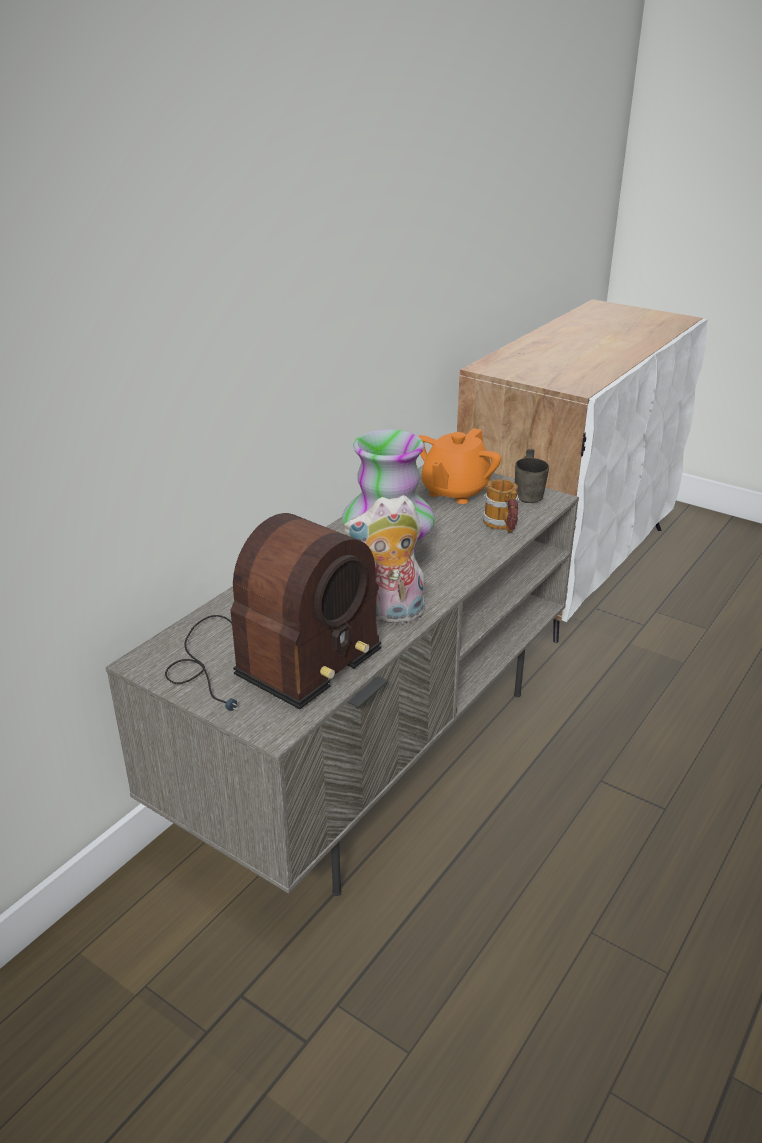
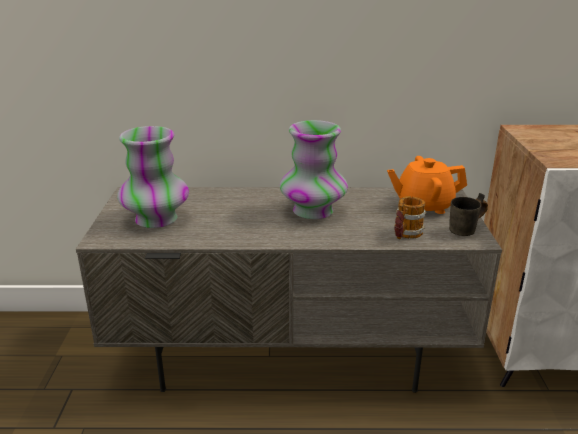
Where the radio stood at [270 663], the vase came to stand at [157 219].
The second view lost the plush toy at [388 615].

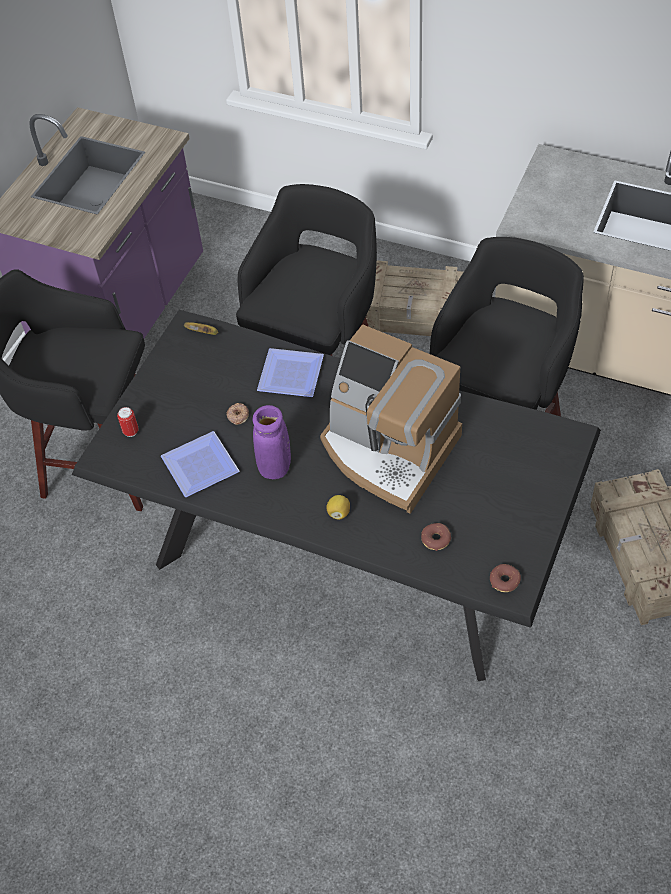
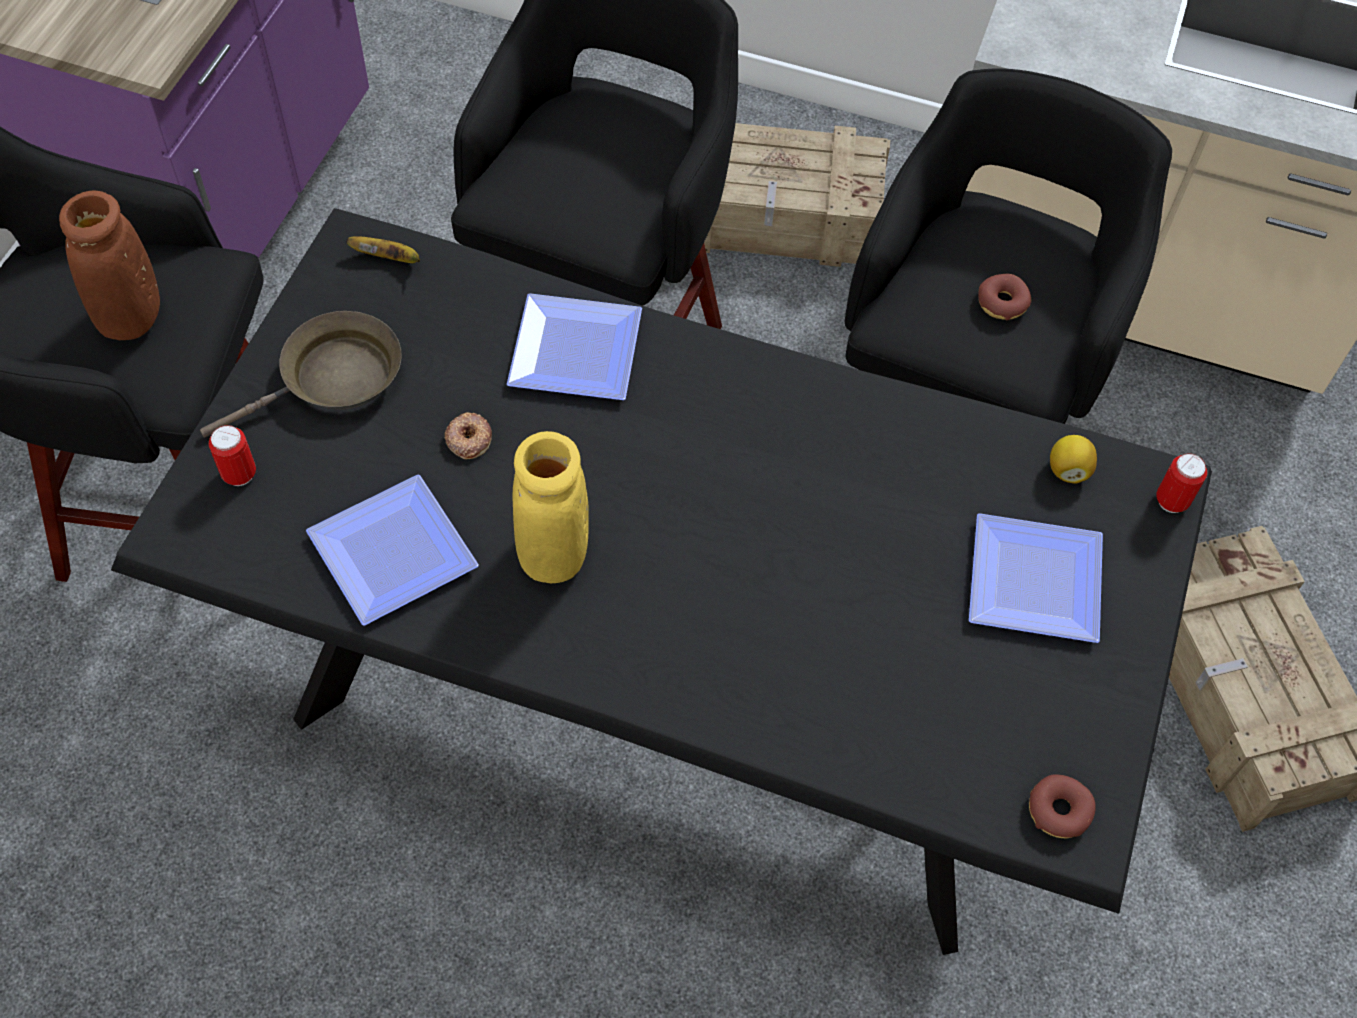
The second view gained the brown vase at [130 317].
The second view gained the brown frying pan at [333 379].
What was the purple vase at [274 466] turned into the yellow vase at [553 553].
The second view gained the plate at [1030 577].
The donut ended up elsewhere, having gone from [436 539] to [1002 303].
The lemon ended up elsewhere, having gone from [338 513] to [1068 470].
The second view gained the can at [1171 501].
The second view lost the coffee machine at [388 450].

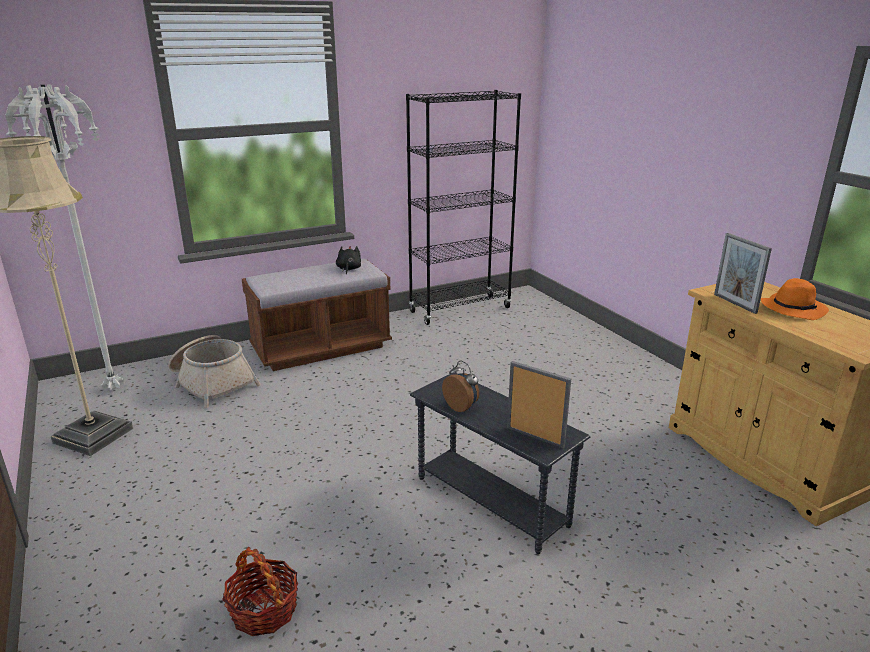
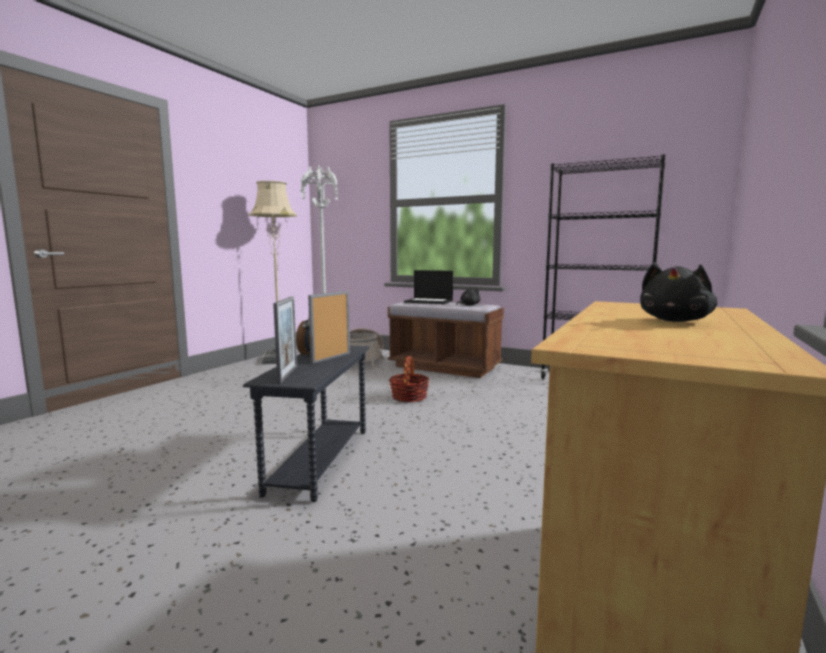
The picture frame ended up elsewhere, having gone from [734 303] to [331 358].
The basket ended up elsewhere, having gone from [264 611] to [409 397].
The second view gained the laptop at [429 301].
Where the orange hat stood at [793 309], the black plush toy came to stand at [675 321].

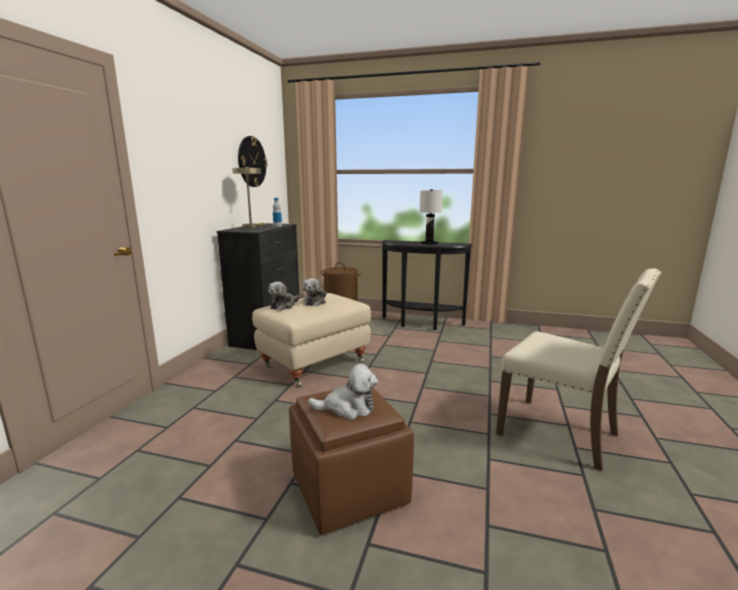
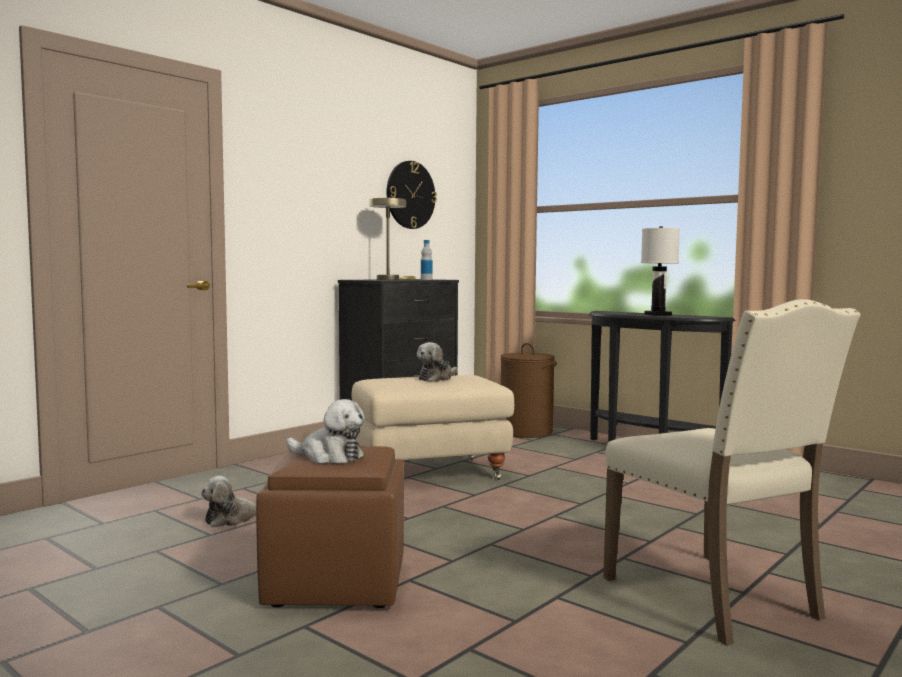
The plush toy ended up elsewhere, having gone from [284 306] to [232 519].

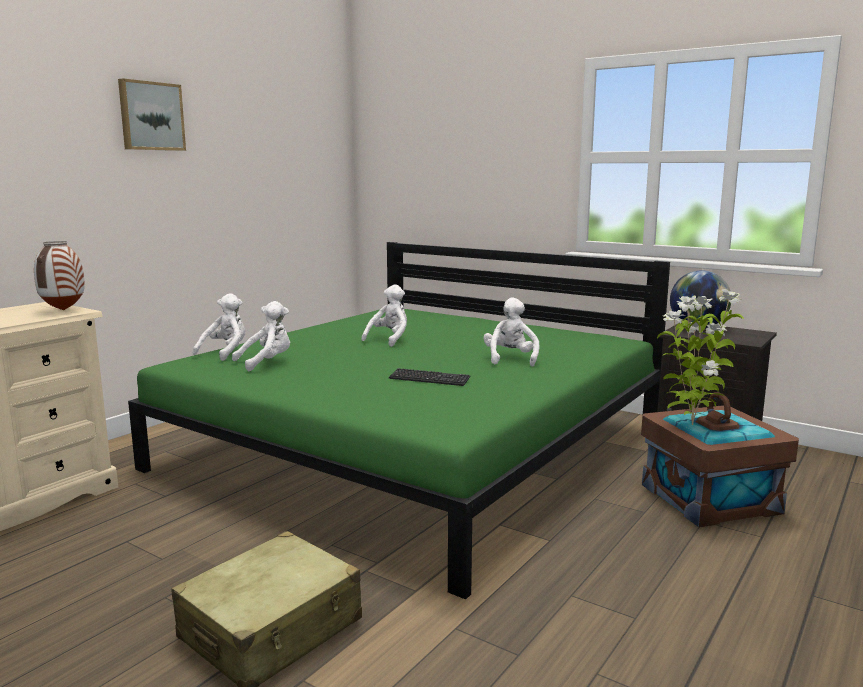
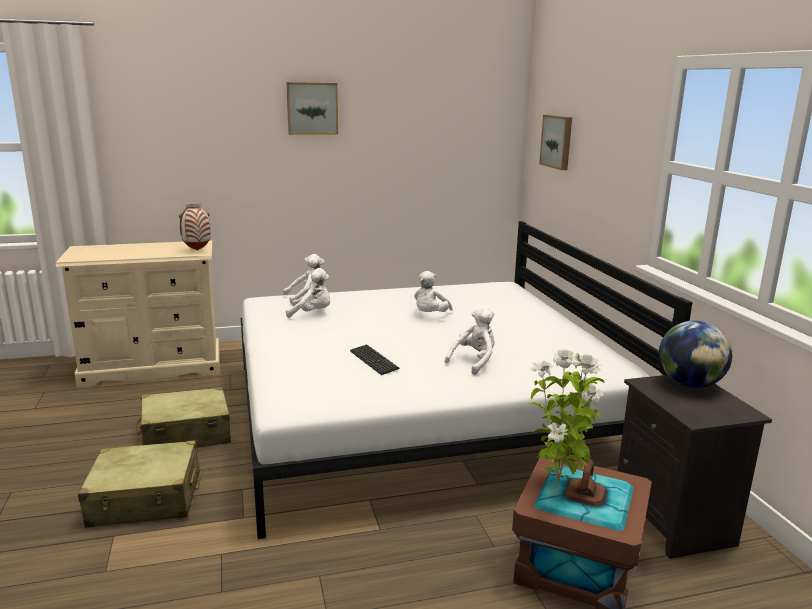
The second view gained the beige suitcase at [186 434].
What was the green bed at [416 447] turned into the white bed at [422 413].
The white plush toy at [389 339] ended up facing another way, 135 degrees clockwise from before.
The second view gained the picture at [557 141].

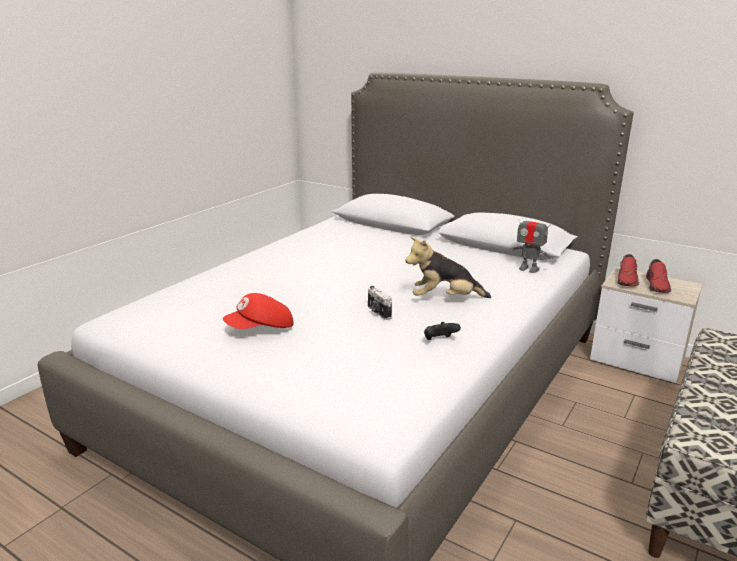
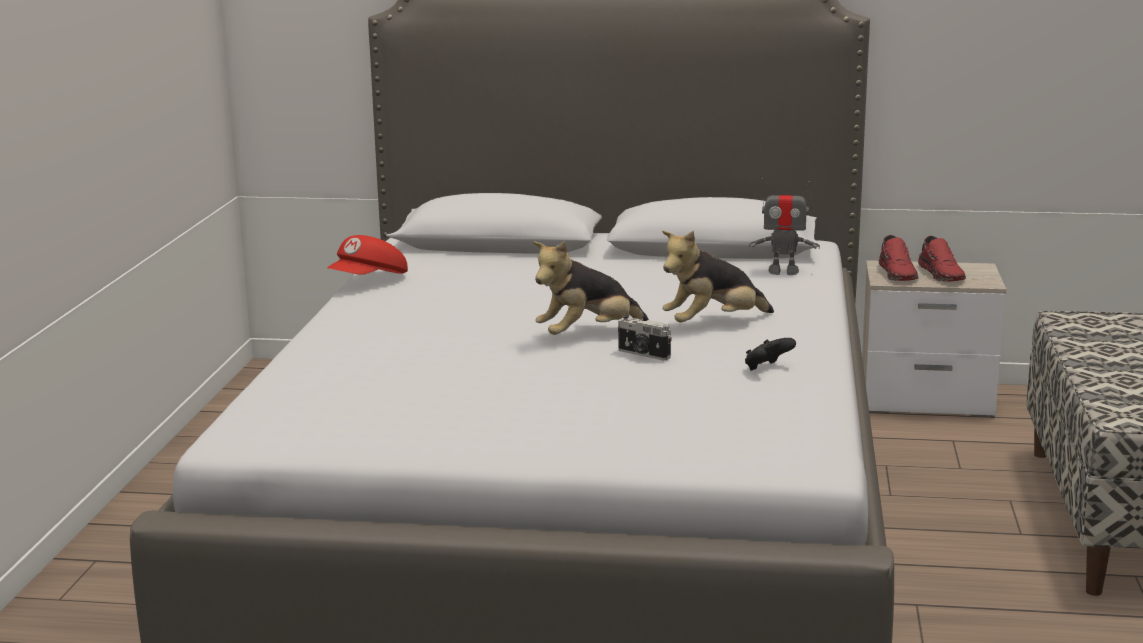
The red cap ended up elsewhere, having gone from [261 329] to [369 281].
The second view gained the plush toy at [588 335].

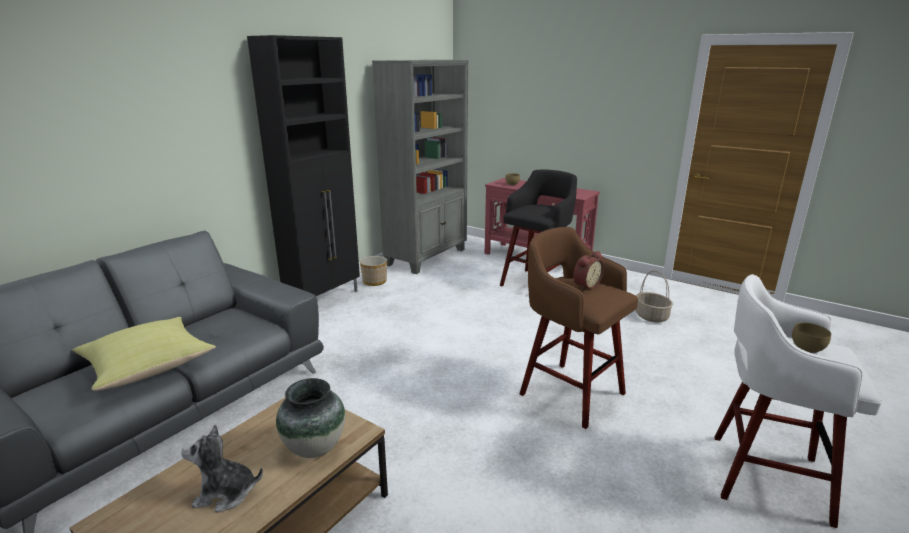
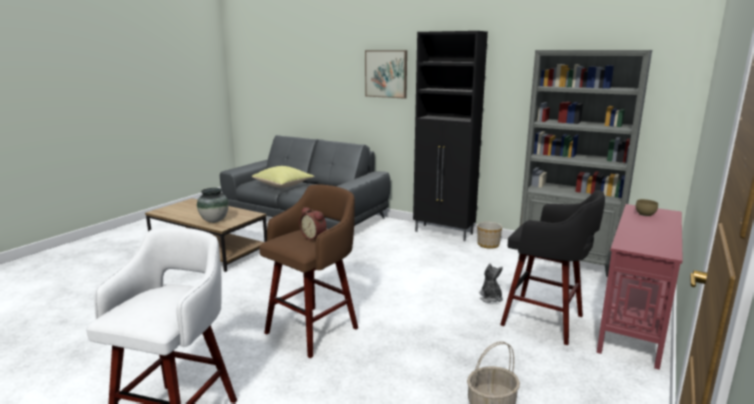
The second view gained the picture at [386 74].
The plush toy ended up elsewhere, having gone from [225 494] to [490 298].
The second view lost the brown bowl at [805 348].

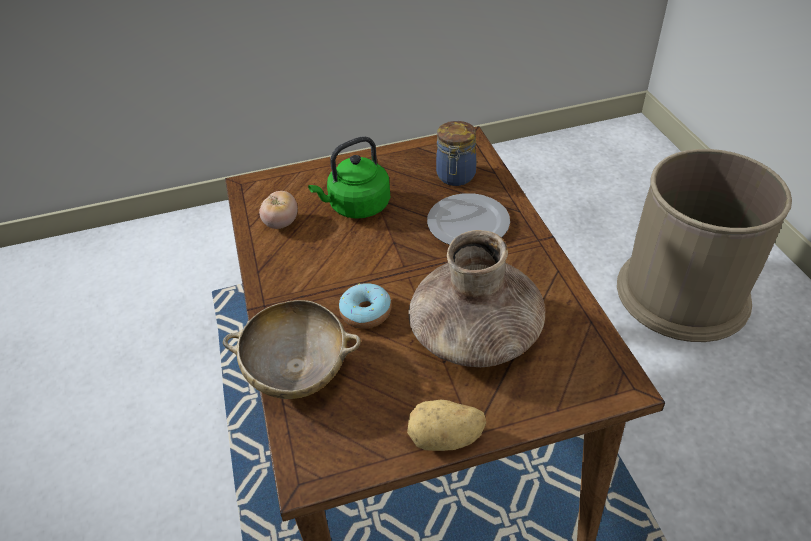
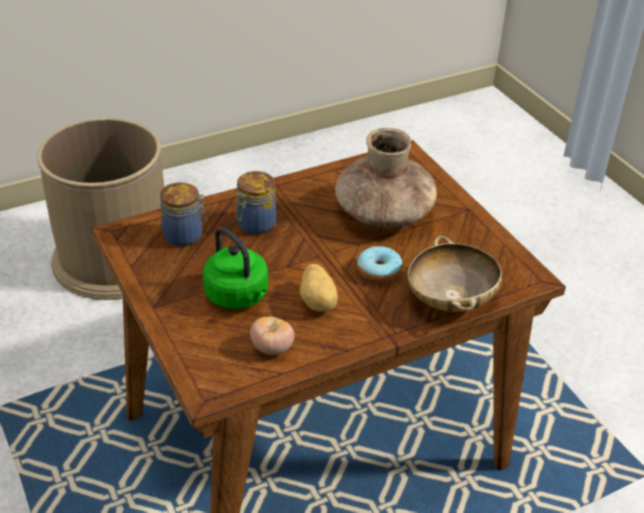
Where the plate stood at [466 223], the jar came to stand at [255 225].
The potato ended up elsewhere, having gone from [445 439] to [318 301].

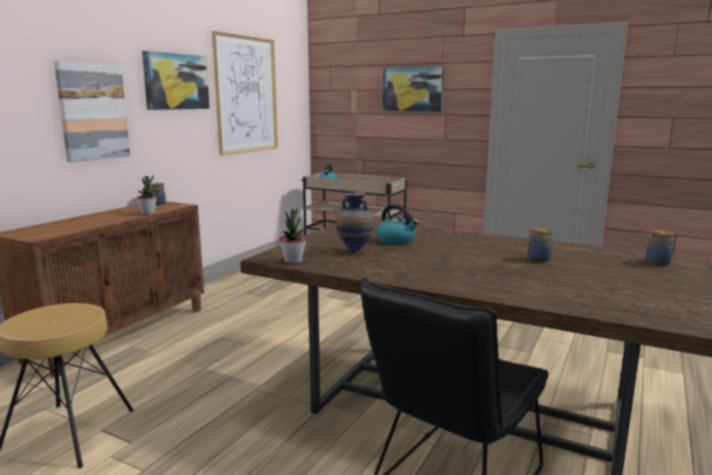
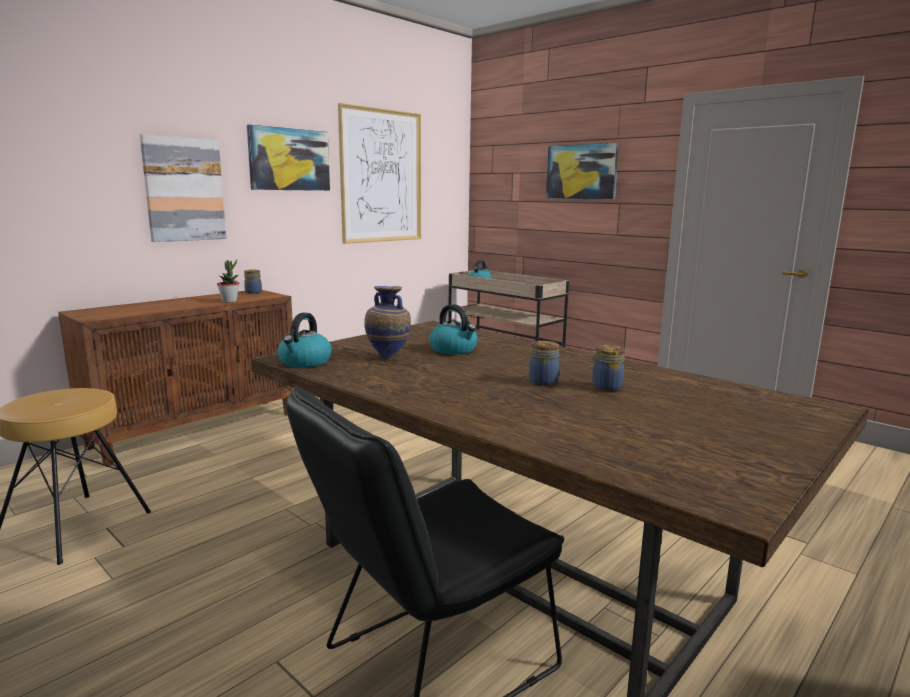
Where the potted plant stood at [293 261], the kettle came to stand at [305 362].
The jar ended up elsewhere, having gone from [657 262] to [544 382].

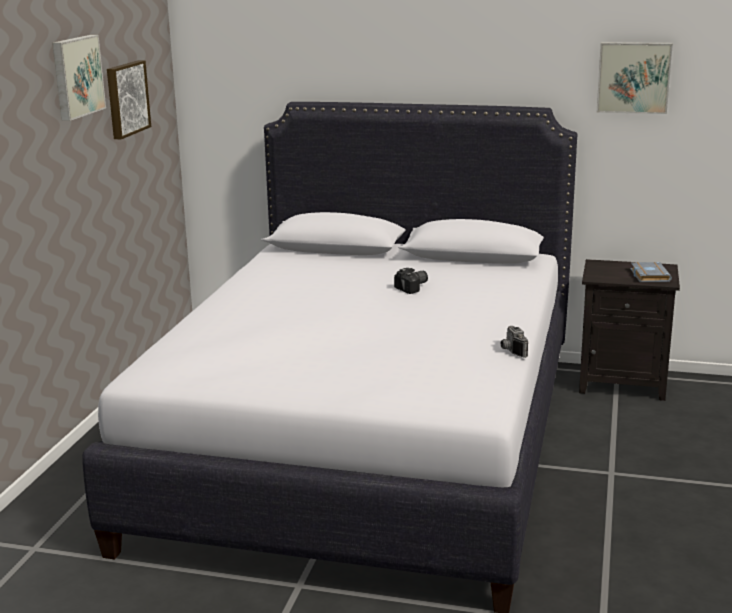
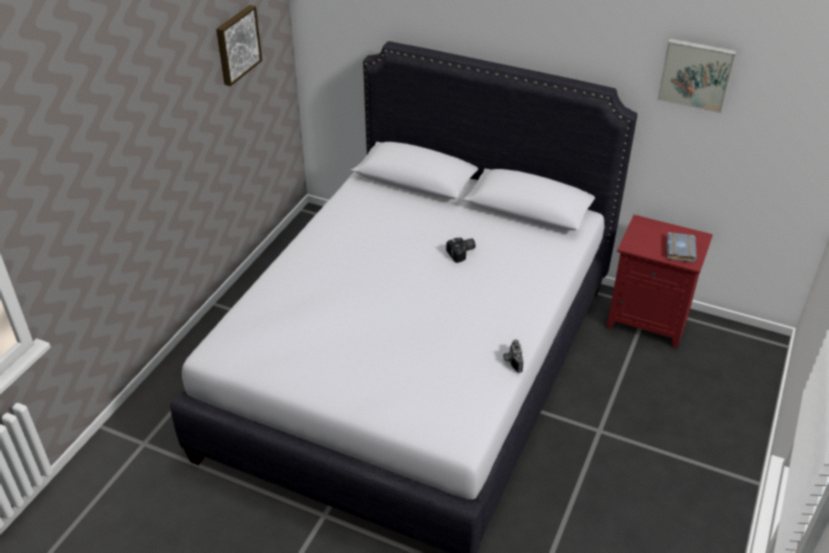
What was the black nightstand at [623 382] turned into the red nightstand at [649 320].
The second view lost the picture at [76 76].

